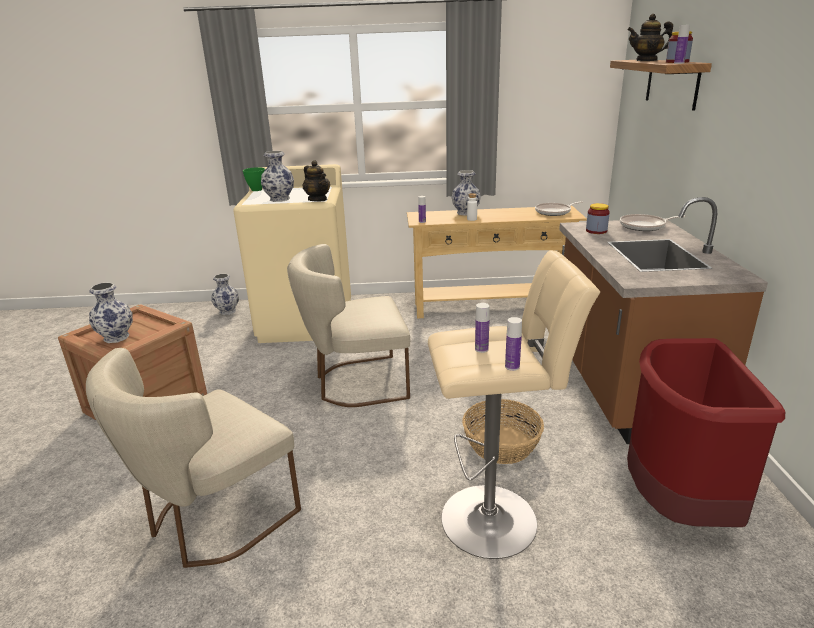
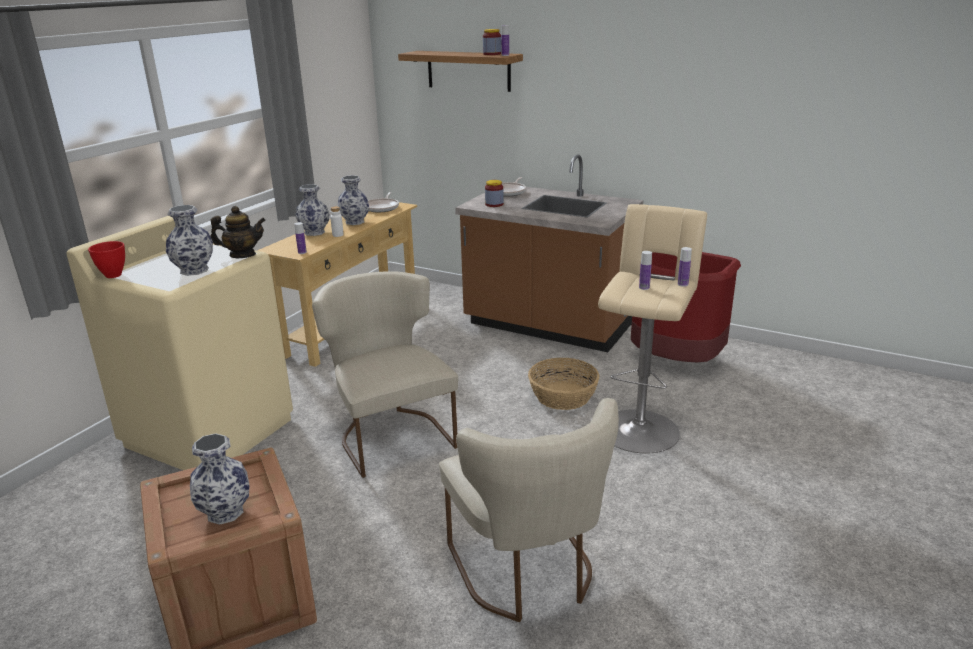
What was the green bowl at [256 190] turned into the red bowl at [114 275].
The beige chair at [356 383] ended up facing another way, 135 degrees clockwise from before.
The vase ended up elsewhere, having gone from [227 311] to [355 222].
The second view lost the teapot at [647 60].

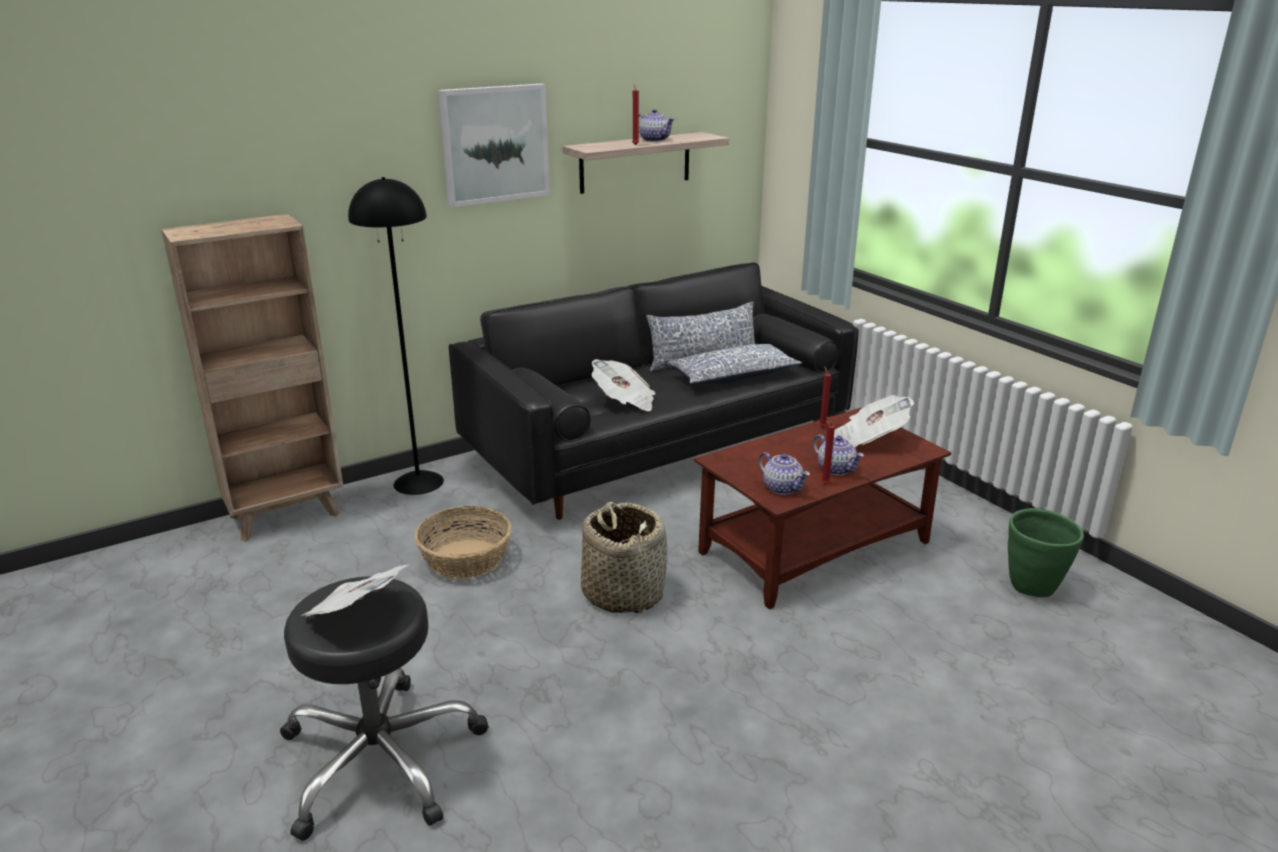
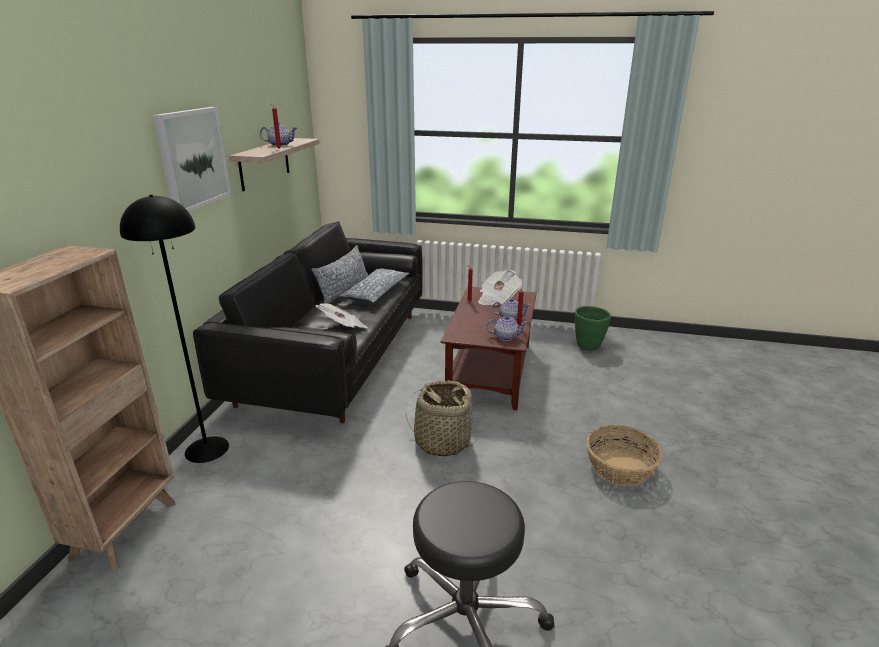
The basket ended up elsewhere, having gone from [465 559] to [620 468].
The second view lost the newspaper at [359 614].

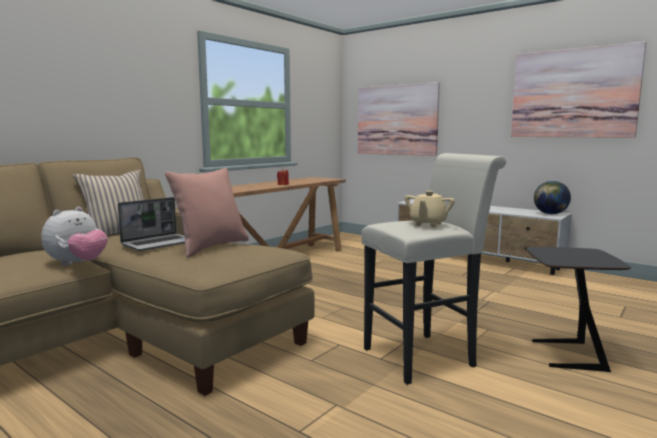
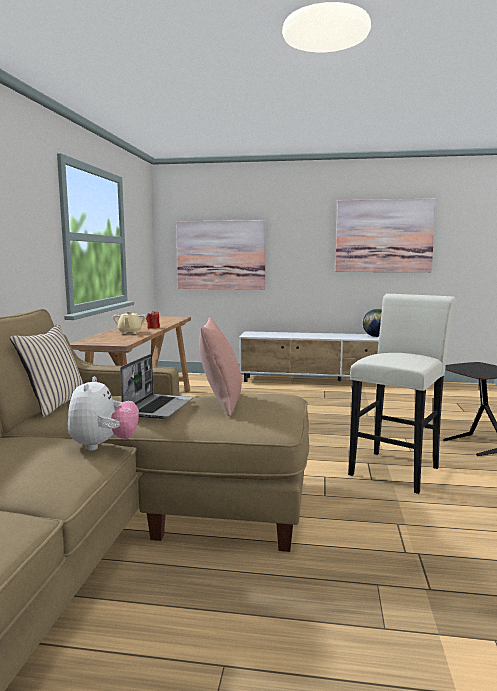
The beige teapot ended up elsewhere, having gone from [427 224] to [130 332].

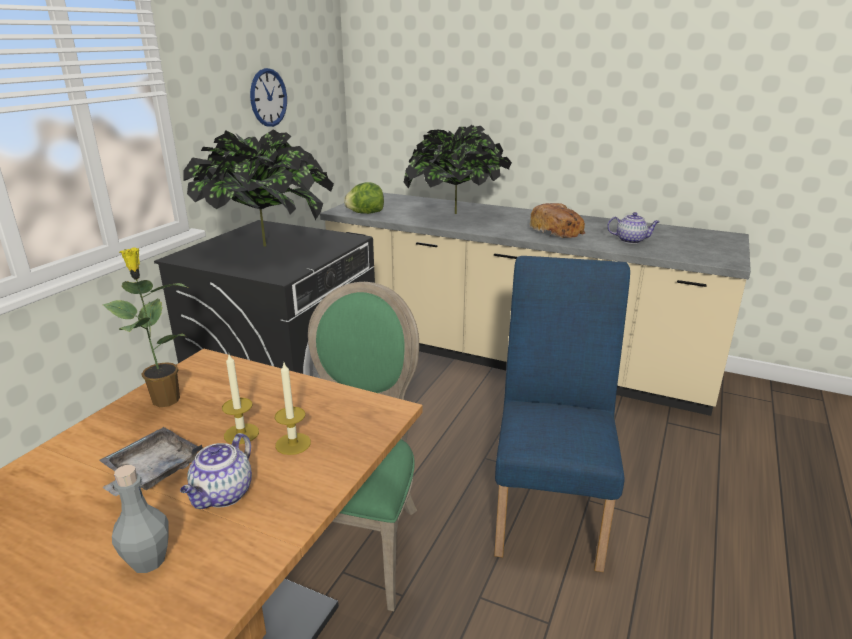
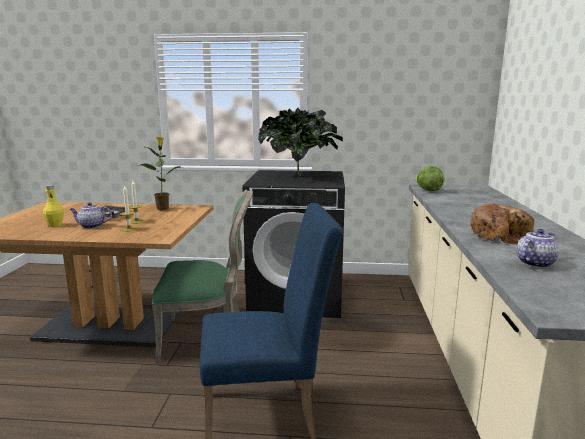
What was the grey bottle at [148 560] turned into the yellow bottle at [55 225].
The teapot at [631 240] ended up facing another way, 120 degrees counterclockwise from before.
The second view lost the wall clock at [268 97].
The second view lost the potted plant at [456 214].

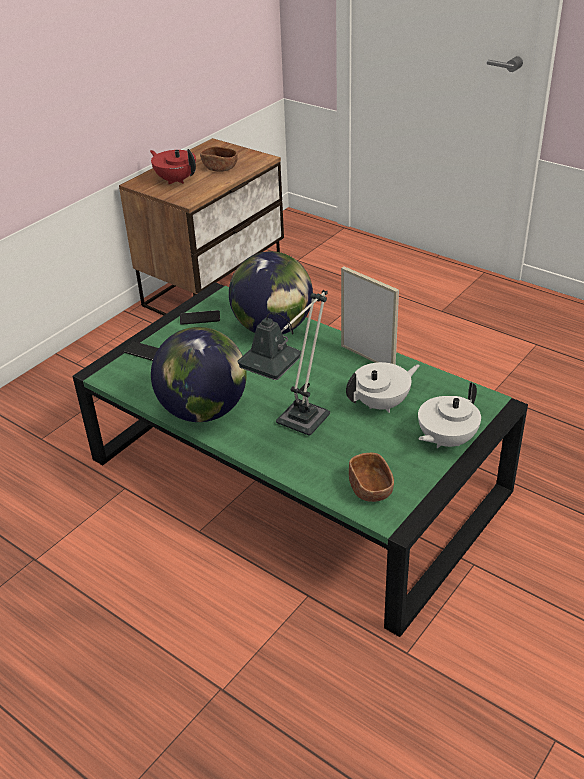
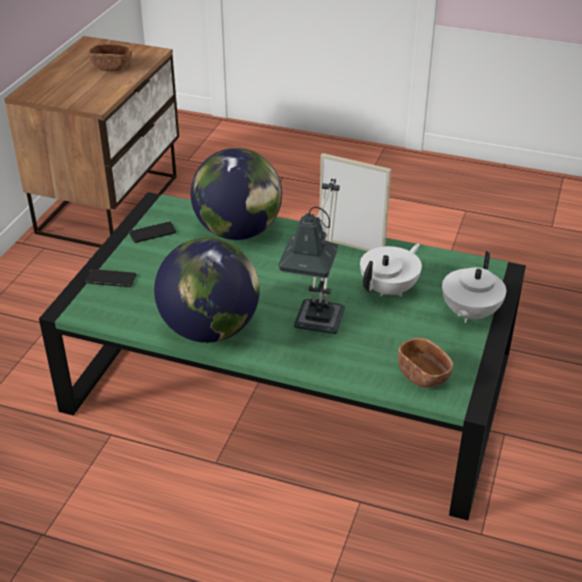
The second view lost the red teapot at [176 180].

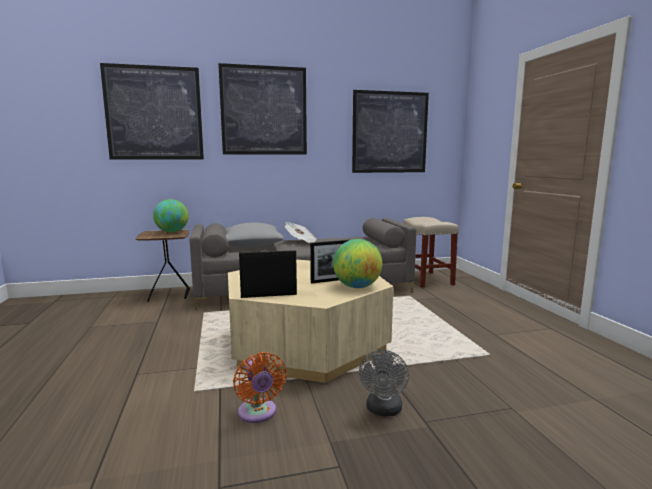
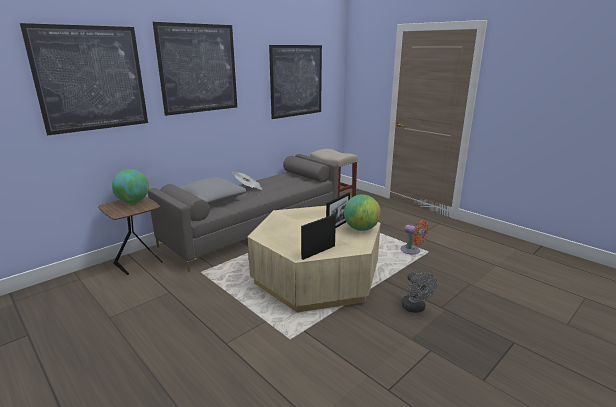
The orange fan ended up elsewhere, having gone from [258 414] to [412 251].

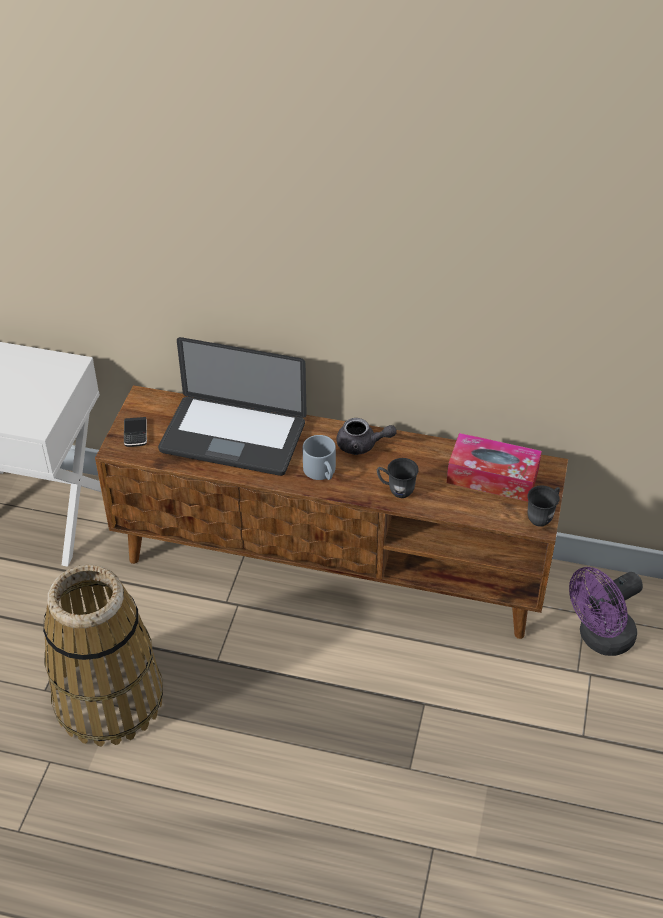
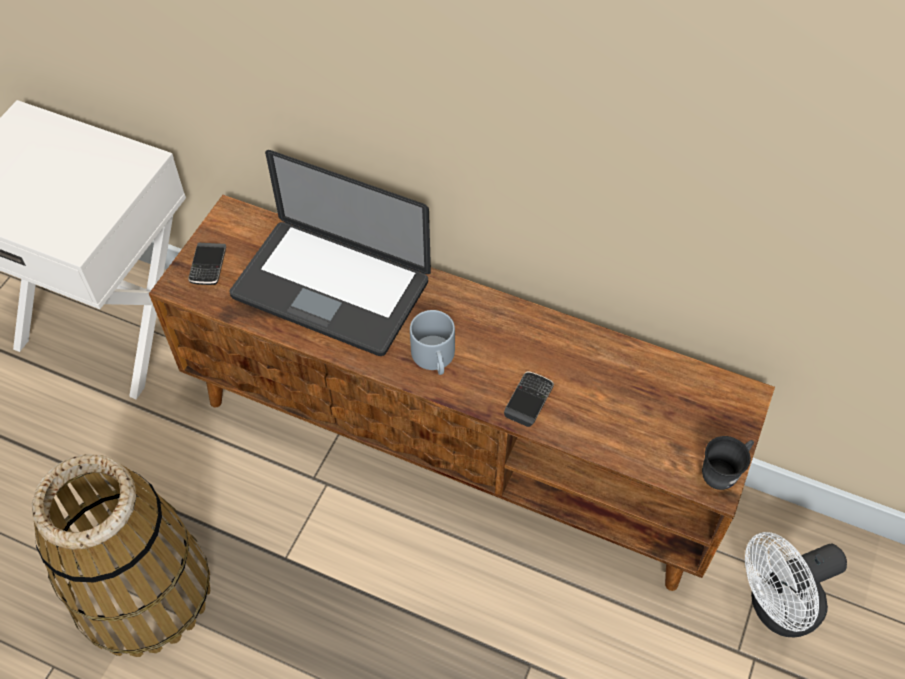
Where the grey mug stood at [396 490], the phone came to stand at [528 400].
What was the purple fan at [599 639] turned into the white fan at [775 608].
The second view lost the grey teapot at [362 445].
The second view lost the tissue box at [492 477].

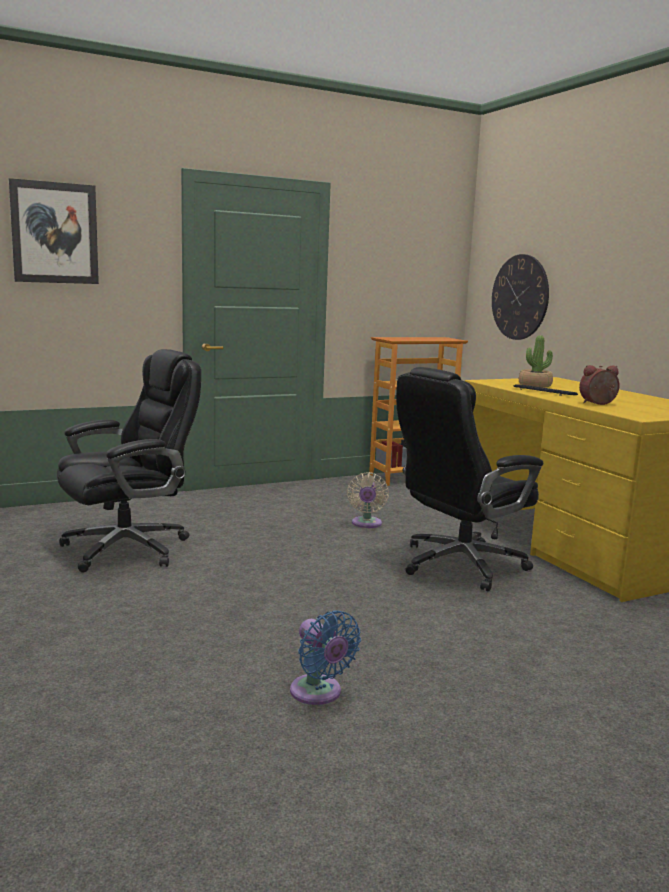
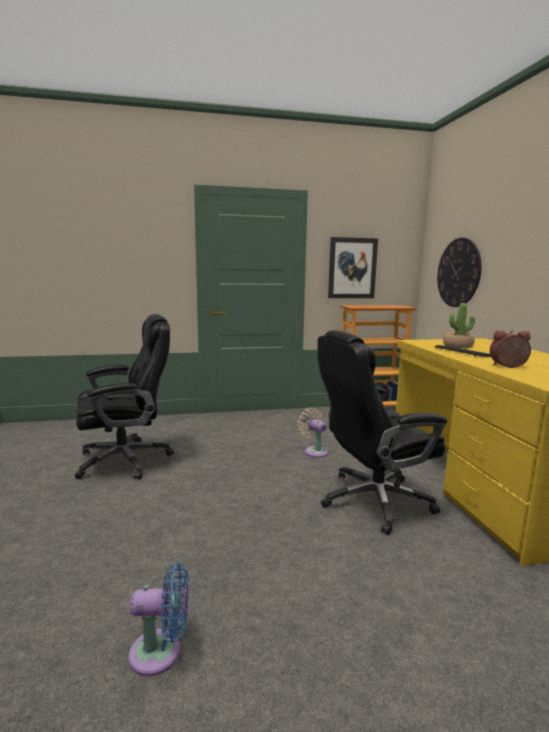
The blue fan at [318 693] ended up facing another way, 75 degrees counterclockwise from before.
The beige fan at [366 524] ended up facing another way, 120 degrees clockwise from before.
The picture ended up elsewhere, having gone from [54 233] to [352 268].

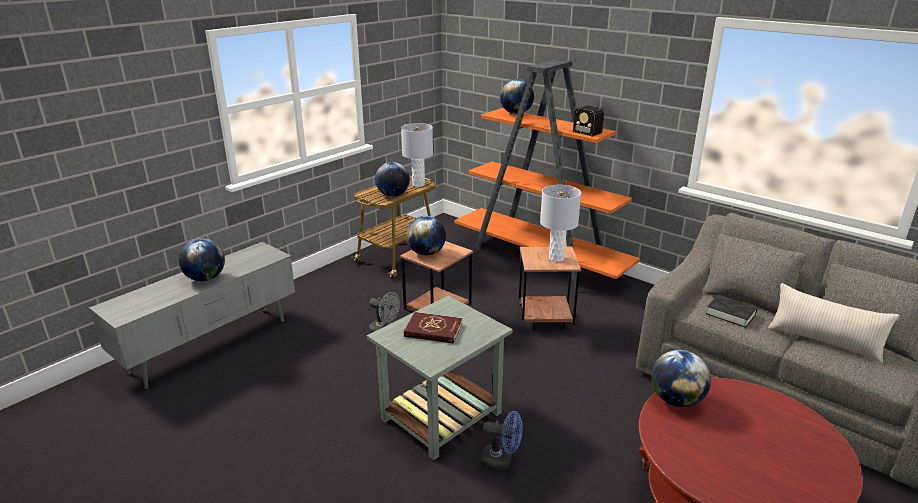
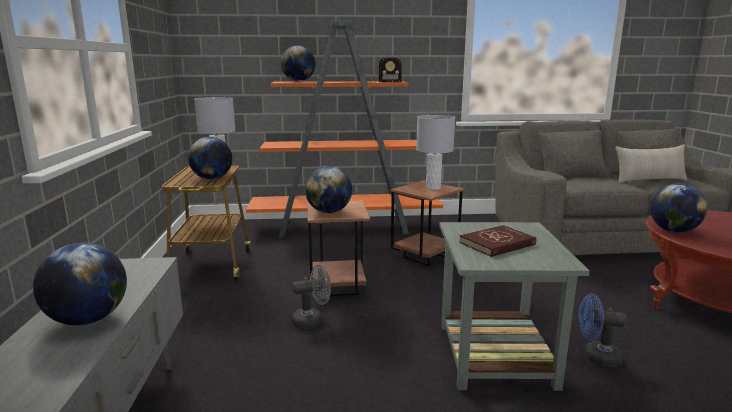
The blue fan at [501 461] ended up facing another way, 135 degrees counterclockwise from before.
The second view lost the black book at [730 314].

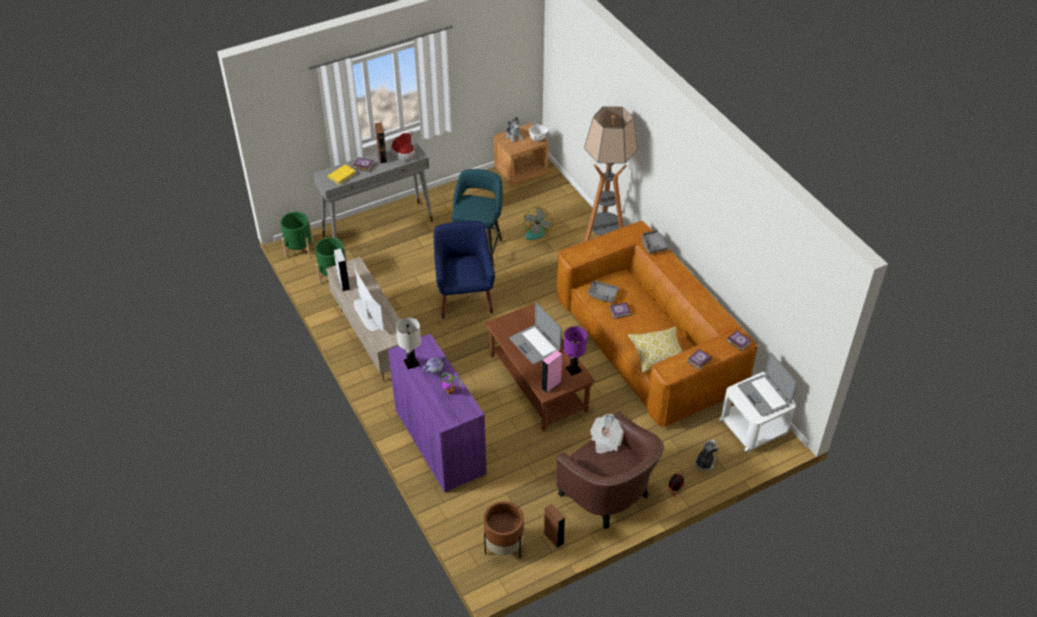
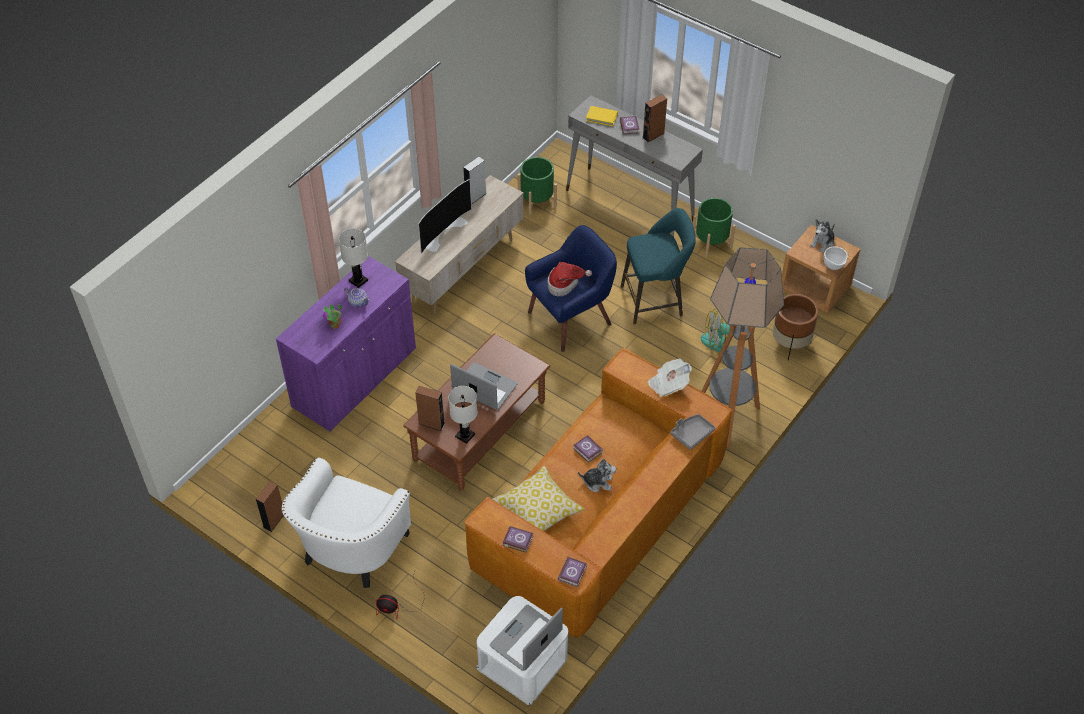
What was the brown armchair at [609 496] turned into the white armchair at [350 551].
What was the pink speaker at [551 385] turned into the brown speaker at [431 423].
What was the purple table lamp at [573 370] turned into the white table lamp at [464 435].
The laptop at [535 345] ended up facing another way, 90 degrees clockwise from before.
The hat ended up elsewhere, having gone from [404 152] to [564 284].
The plush toy ended up elsewhere, having gone from [704 463] to [598 482].
The newspaper ended up elsewhere, having gone from [605 440] to [668 384].
The green planter ended up elsewhere, having gone from [299 249] to [711 242].
The brown planter ended up elsewhere, having gone from [504 547] to [790 344].
The second view lost the grey tray at [602 295].

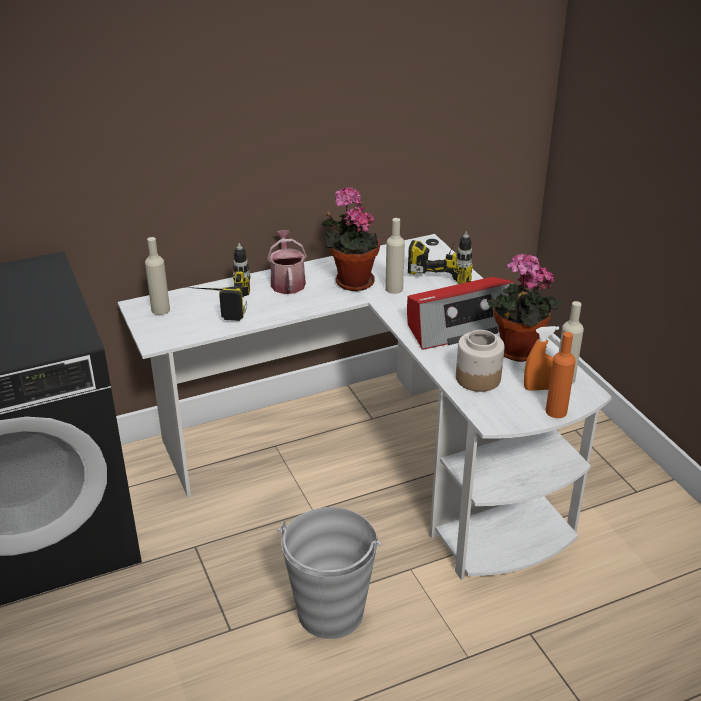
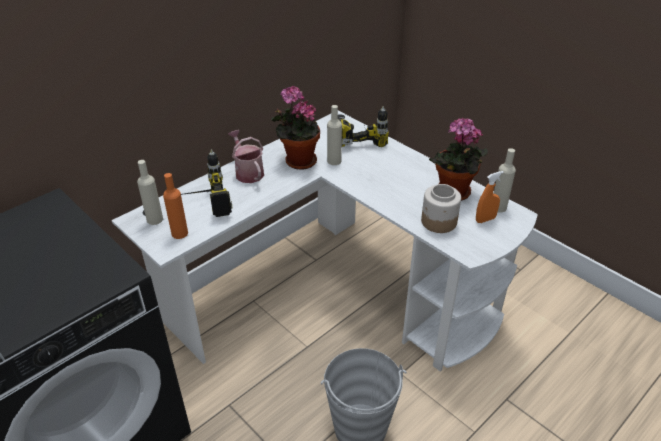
The orange bottle ended up elsewhere, having gone from [556 411] to [179 233].
The second view lost the radio at [460 325].

